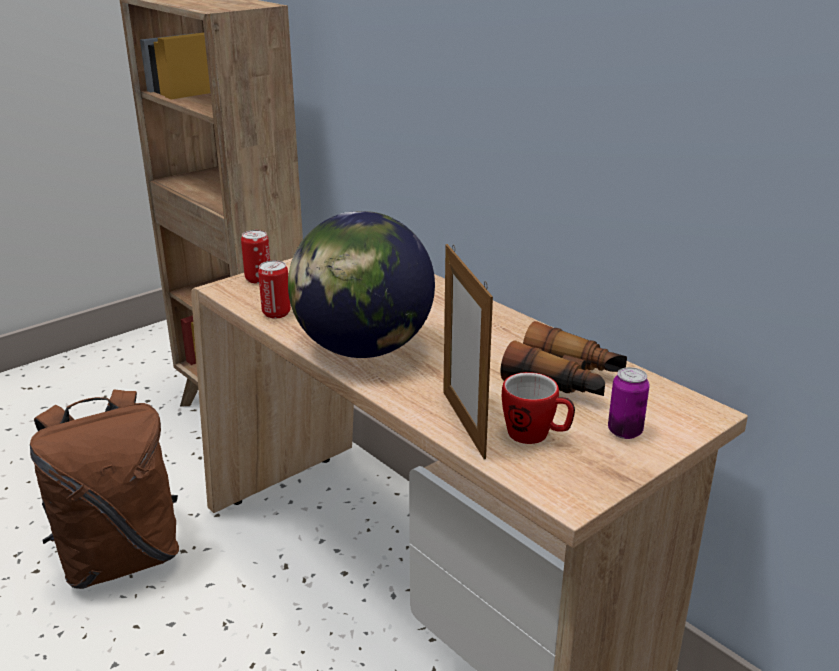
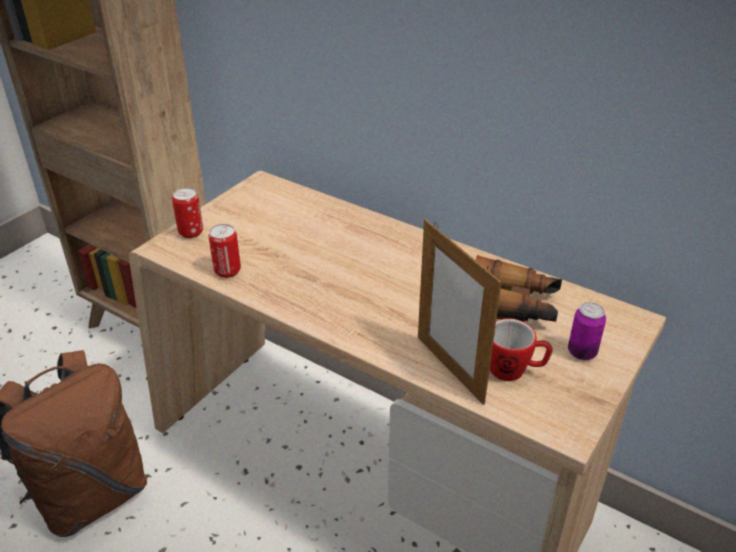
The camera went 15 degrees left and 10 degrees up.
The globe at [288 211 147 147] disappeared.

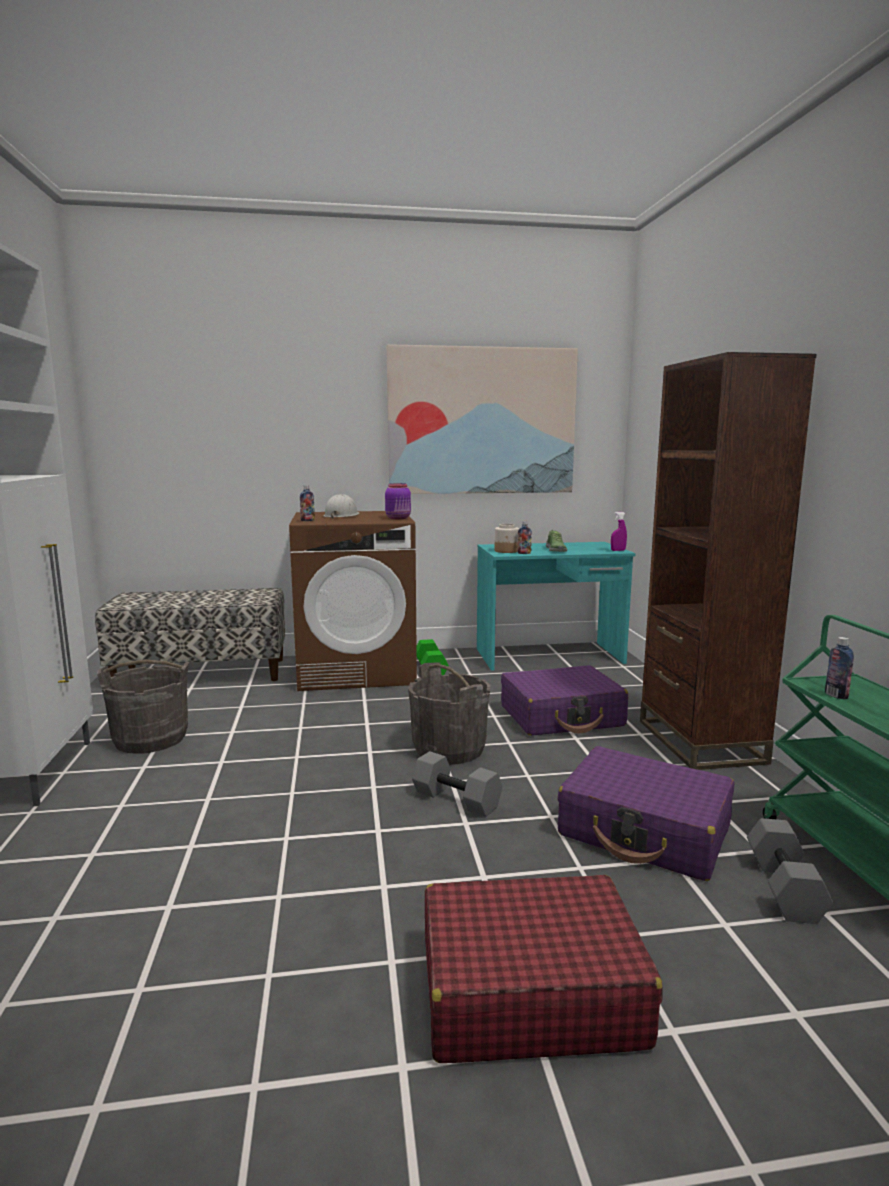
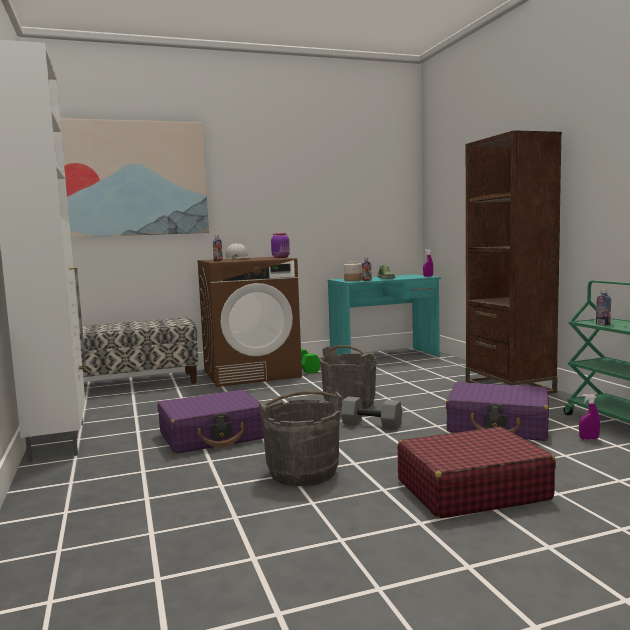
The camera went 10 degrees left and 5 degrees down.
The water bucket (greyish) moved from [97 660 92 94] to [259 391 84 95].
The wall picture moved from [387 344 191 150] to [60 118 149 119].
The suitcase (purple) moved from [501 665 127 71] to [157 390 107 64].
The hand weight (greyish) at [747 818 86 106] was replaced by the spray bottle (purple) at [579 394 21 46].

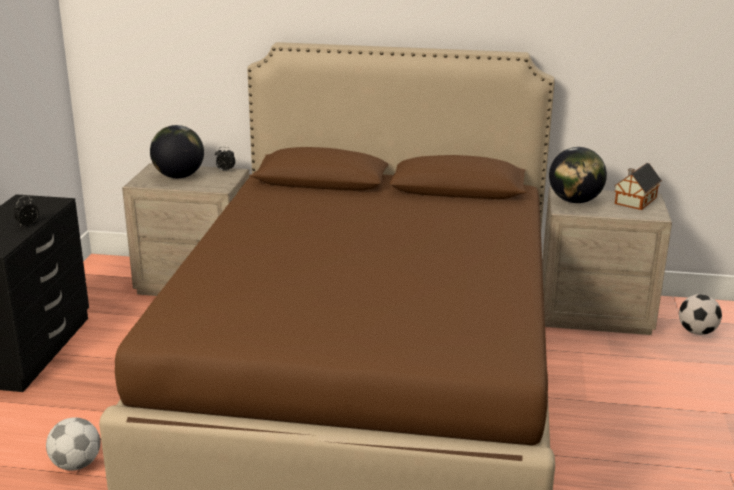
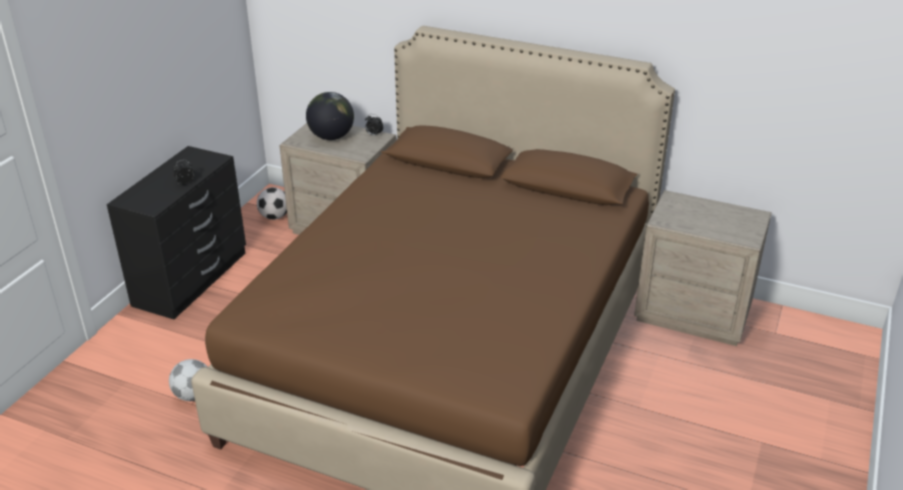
The camera went 15 degrees right and 10 degrees up.
The globe at [549 147 58 56] disappeared.
The miniature house at [615 163 47 47] disappeared.
The football moved from [679 294 43 41] to [257 187 30 33].

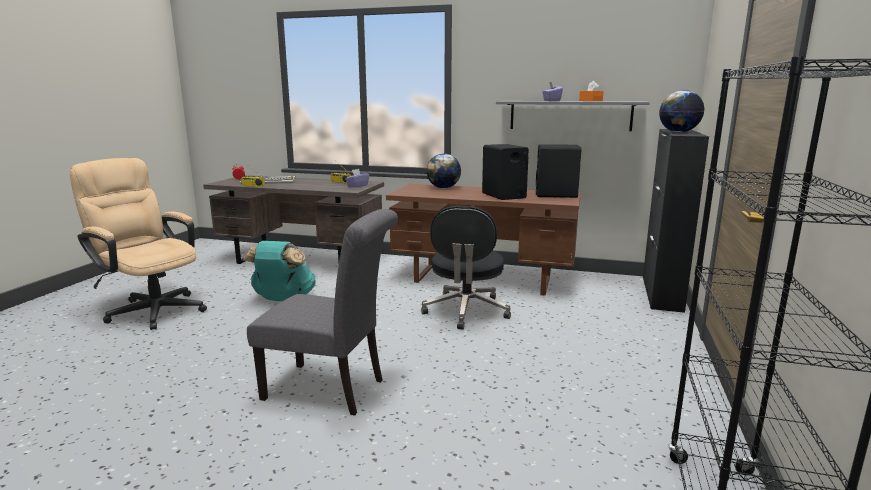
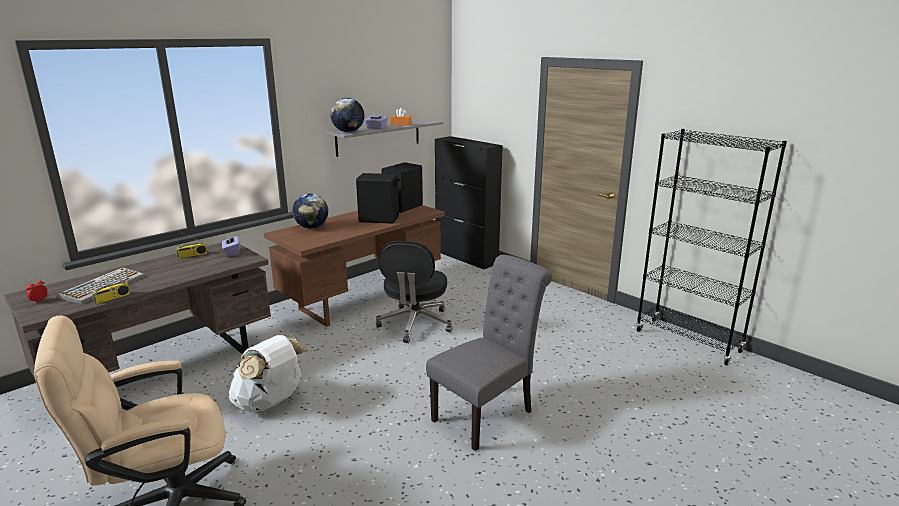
The camera went 60 degrees left and 5 degrees up.
The knapsack (turquoise-coloured) at [243 241 73 60] became the knapsack (whitish) at [229 335 78 76].
The desk chair (black) at [421 206 90 124] turned 60 degrees clockwise.
The globe moved from [659 90 46 42] to [330 98 35 34].

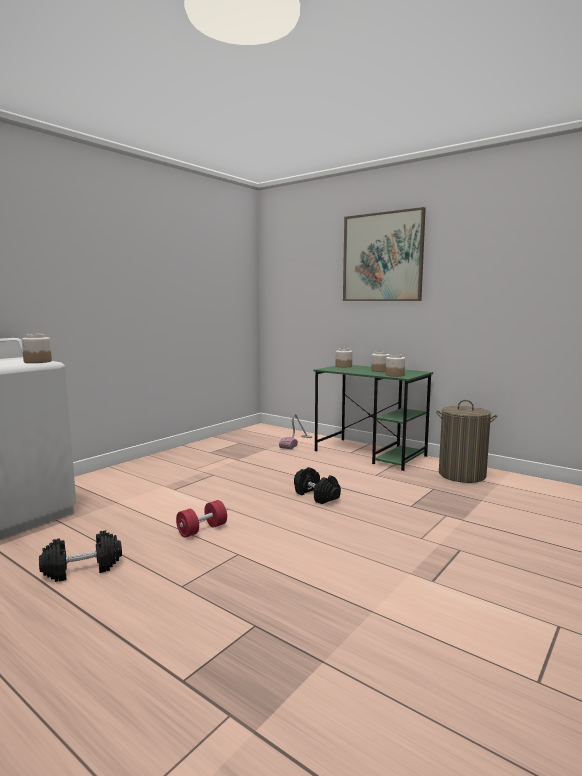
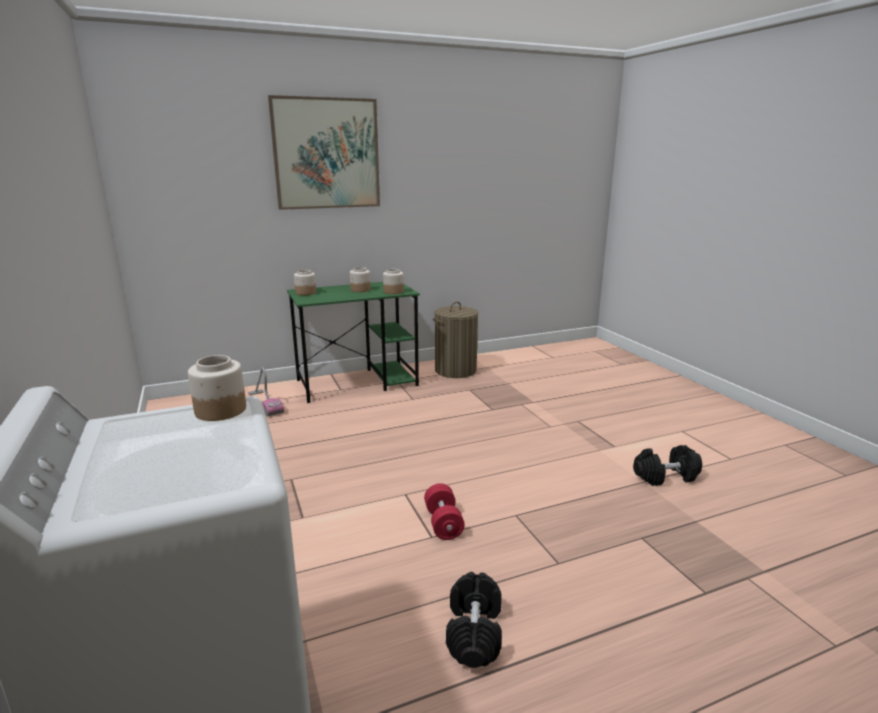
The camera went 60 degrees left and 10 degrees up.
The hand weight (black) moved from [294 467 47 37] to [633 445 69 41].

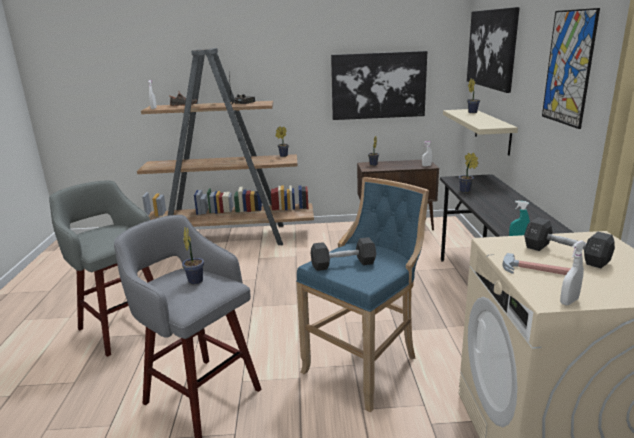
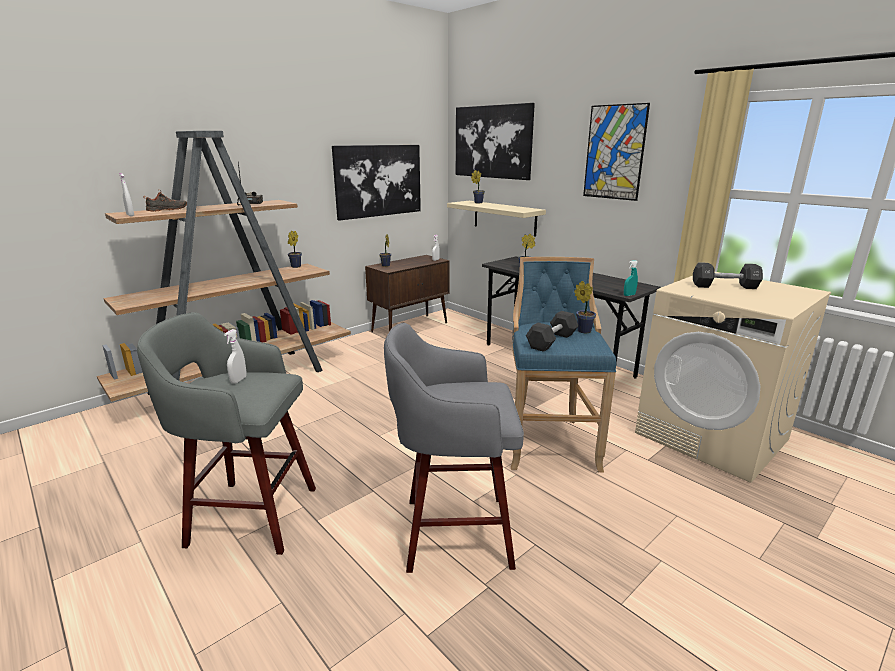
The camera went 40 degrees left and 0 degrees up.
The houseplant moved from [182 227 22 58] to [574 281 22 52].
The hand hammer at [503 253 68 22] disappeared.
The spray bottle (whitish) moved from [560 240 25 65] to [224 329 22 55].

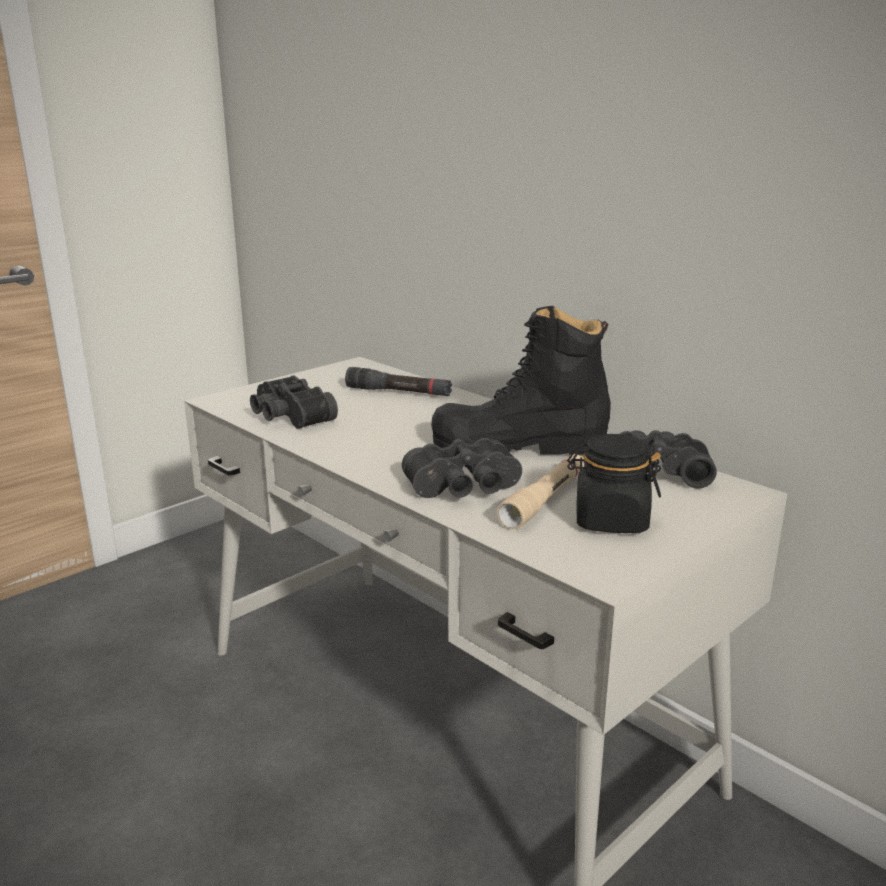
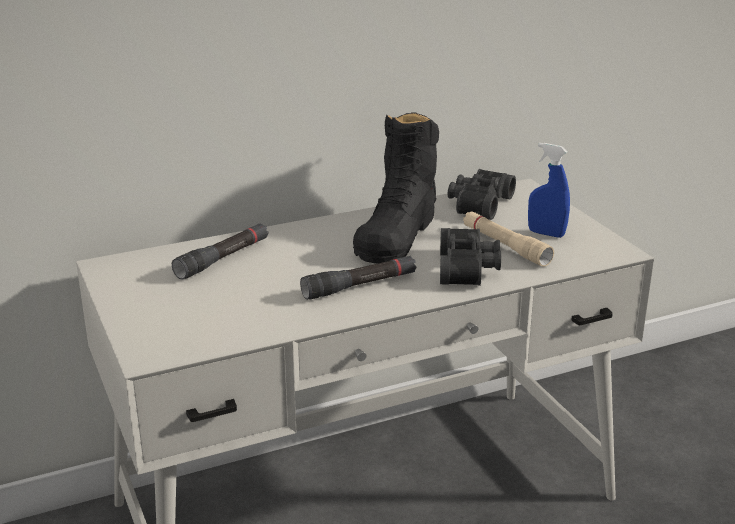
The camera went 70 degrees left and 5 degrees up.
The binoculars (black) at [250 375 88 54] disappeared.
The storage jar (black) at [567 434 94 99] was replaced by the spray bottle (blue) at [528 143 42 95].
The torch (black) at [300 256 117 44] appeared.

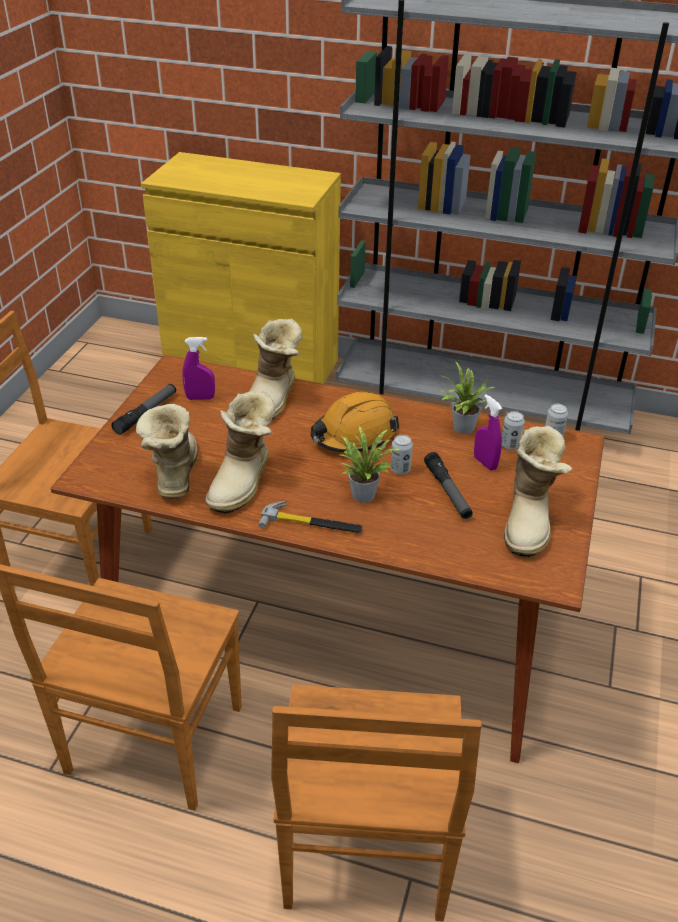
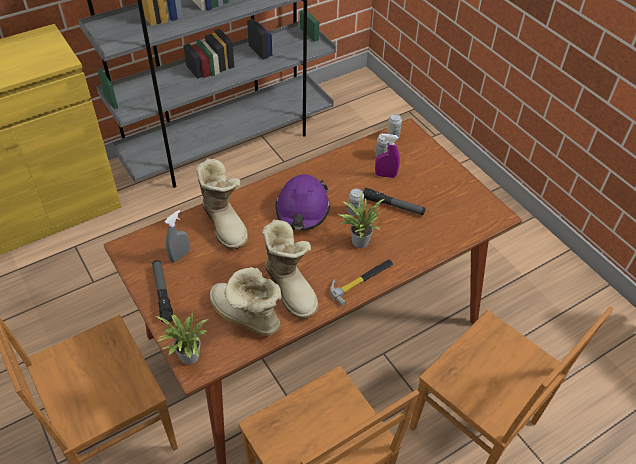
The camera went 50 degrees left and 10 degrees up.
The spray bottle (purple) at [182 337 33 63] became the spray bottle (greyish) at [165 210 24 52].
The hard hat (orange-coloured) at [311 392 88 61] became the hard hat (purple) at [275 174 55 57].
The houseplant moved from [438 361 58 73] to [156 311 52 54].
The tall boot at [504 426 69 131] disappeared.

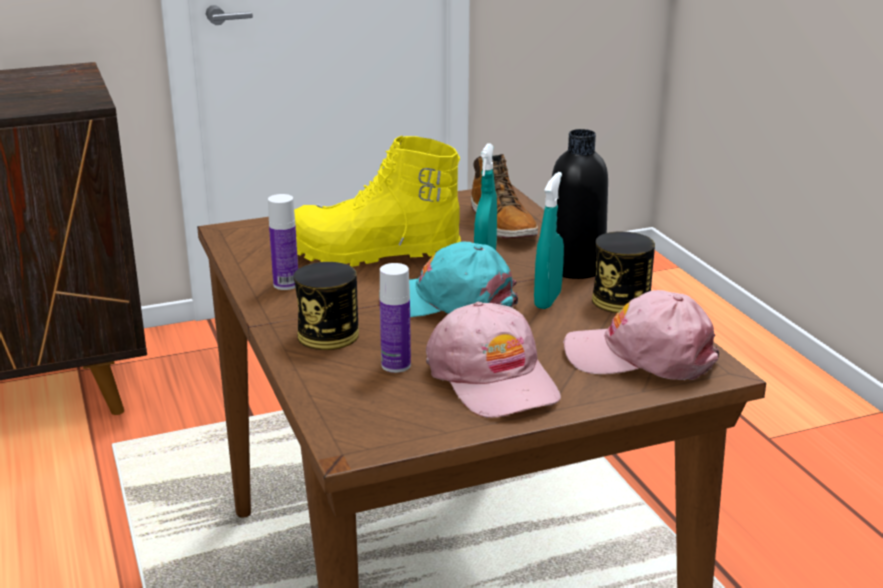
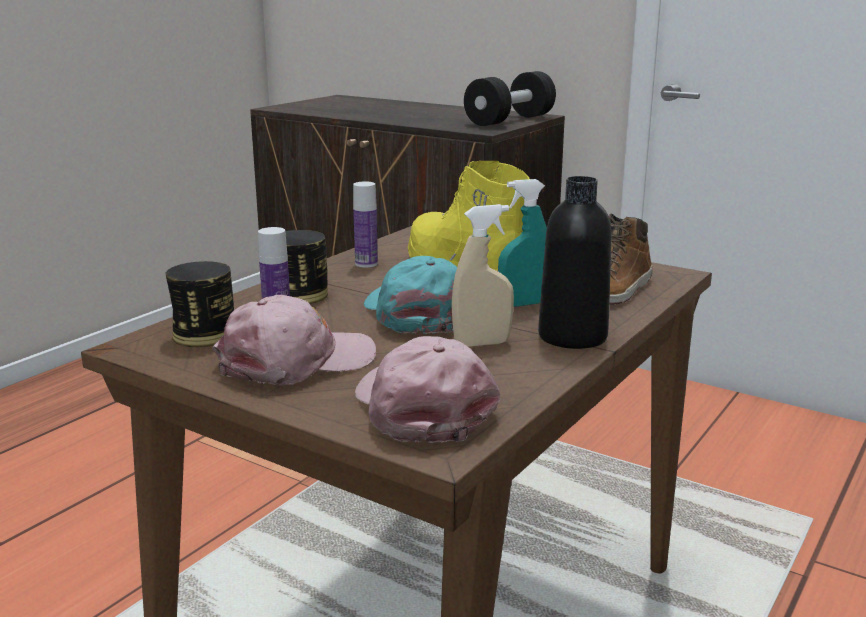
The camera went 55 degrees right and 5 degrees down.
The cap (pink-coloured) at [426 301 135 117] turned 150 degrees counterclockwise.
The spray bottle (turquoise-coloured) at [534 172 30 137] became the spray bottle (beige) at [451 204 63 143].
The metal can moved from [592 231 63 82] to [166 261 68 86].
The hand weight (black) at [464 71 92 55] appeared.

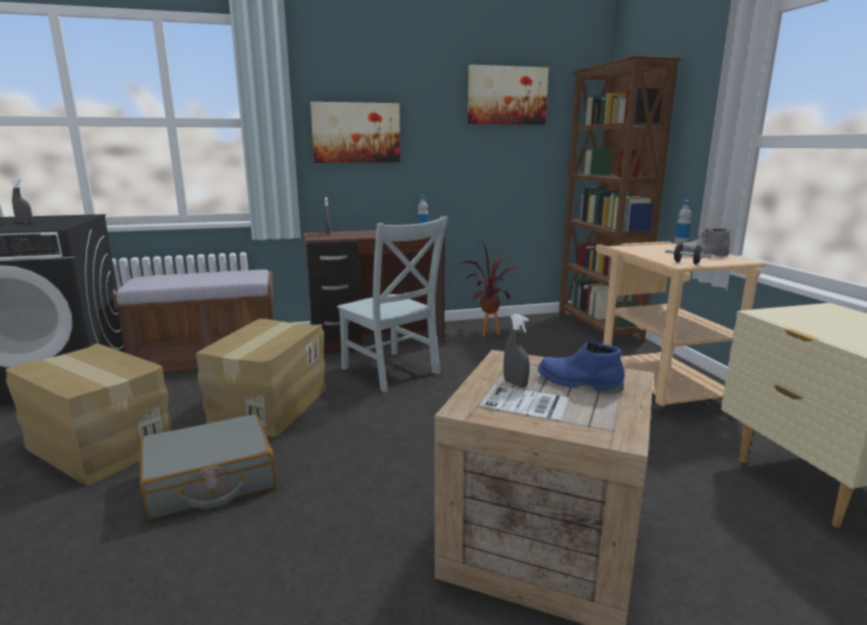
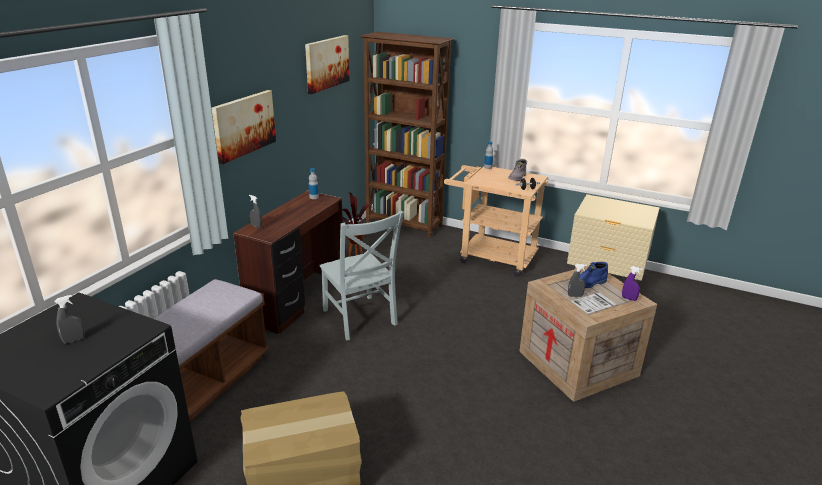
The camera went 50 degrees left and 10 degrees up.
The suitcase (greyish) at [140 414 137 106] disappeared.
The carton at [196 319 130 118] disappeared.
The upright chair (greyish) at [337 216 111 177] turned 60 degrees clockwise.
The spray bottle (purple) at [622 266 20 35] appeared.

